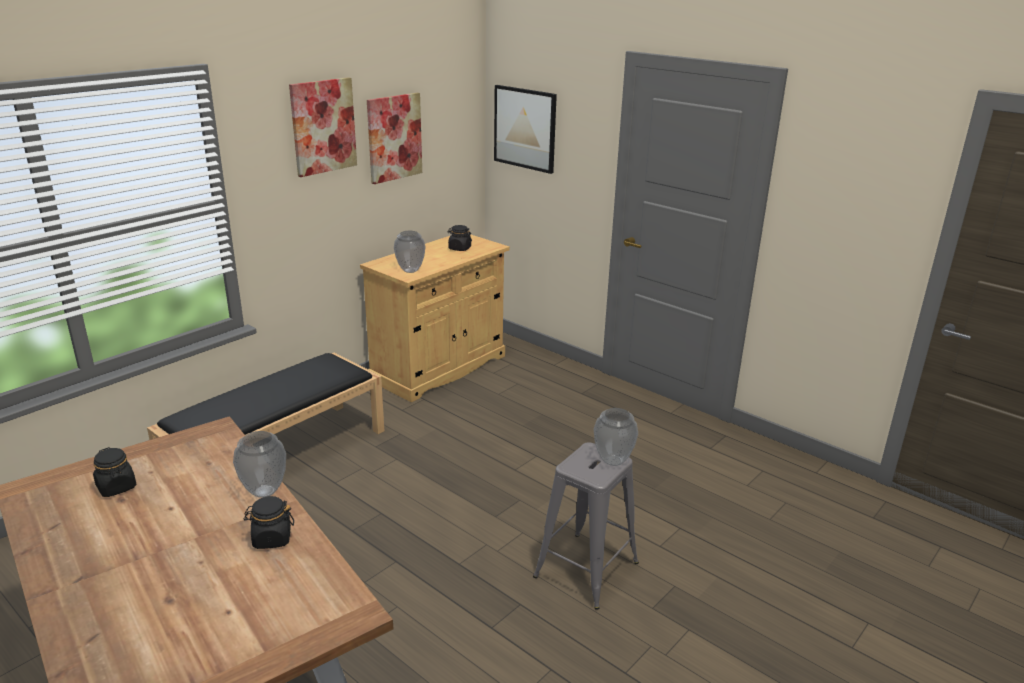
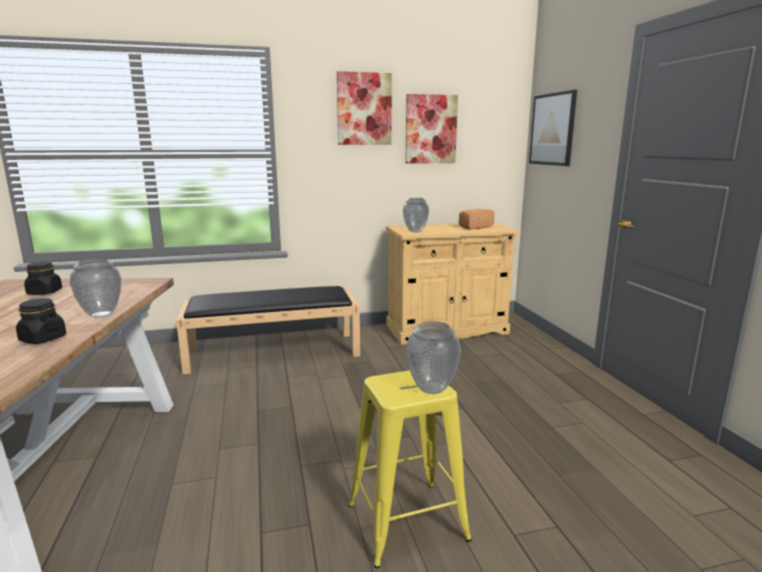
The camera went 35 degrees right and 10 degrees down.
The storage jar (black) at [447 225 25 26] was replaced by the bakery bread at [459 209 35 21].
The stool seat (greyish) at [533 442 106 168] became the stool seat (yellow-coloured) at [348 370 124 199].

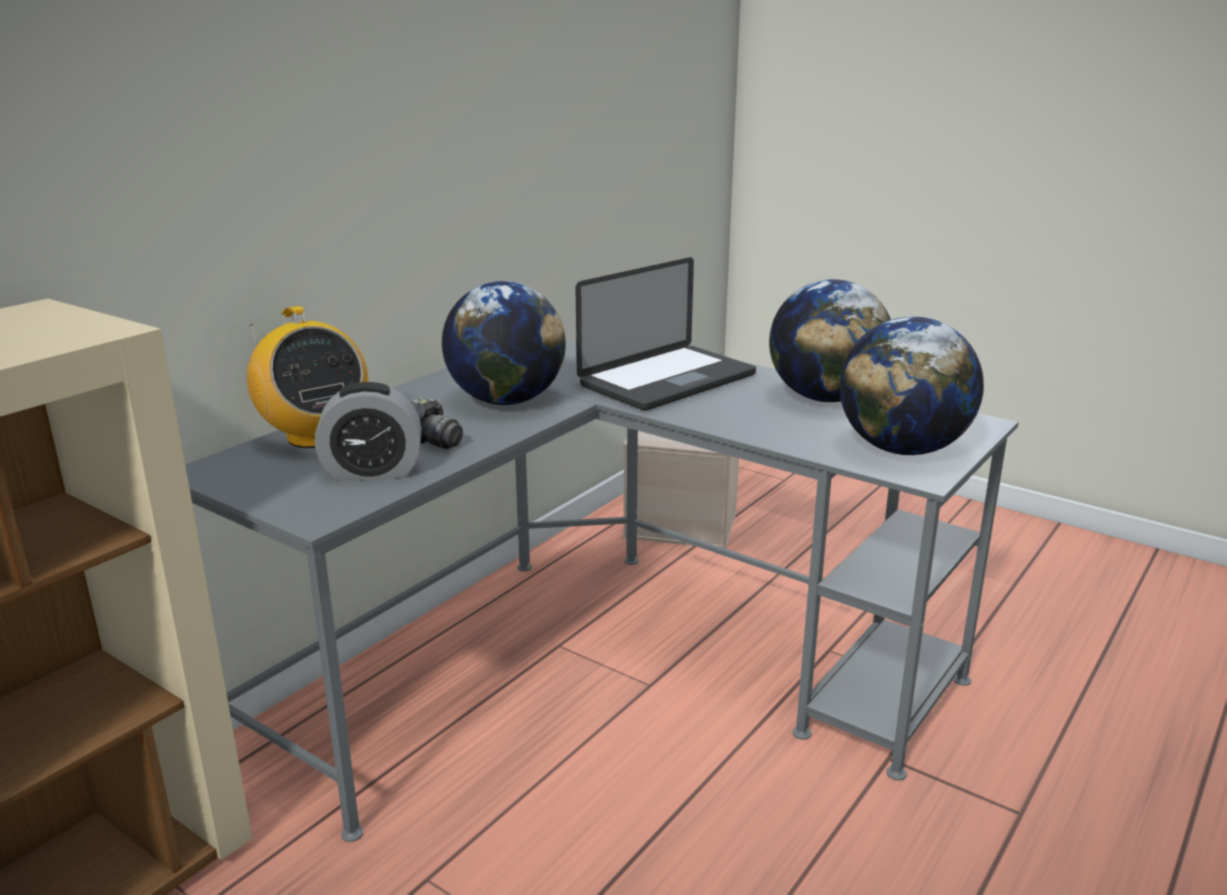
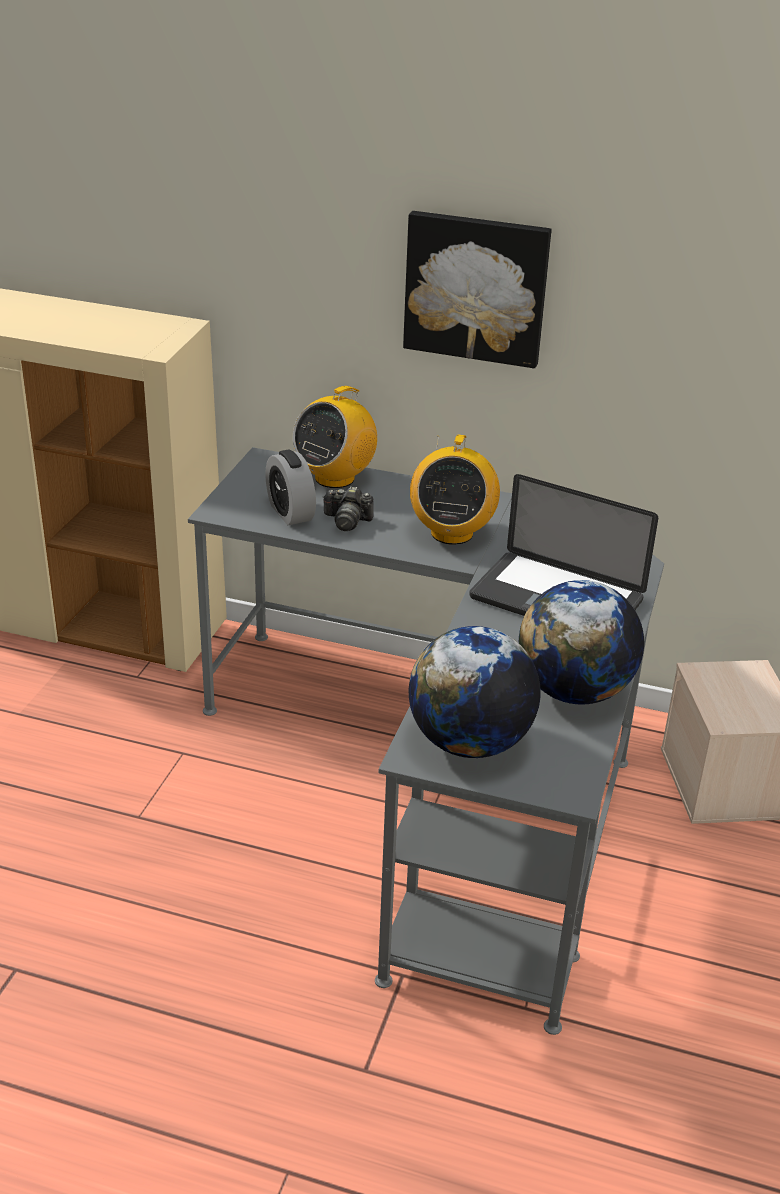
The camera went 70 degrees right and 10 degrees up.
The globe at [442 281 124 124] was replaced by the radio at [410 434 90 111].
The wall picture at [403 211 148 157] appeared.

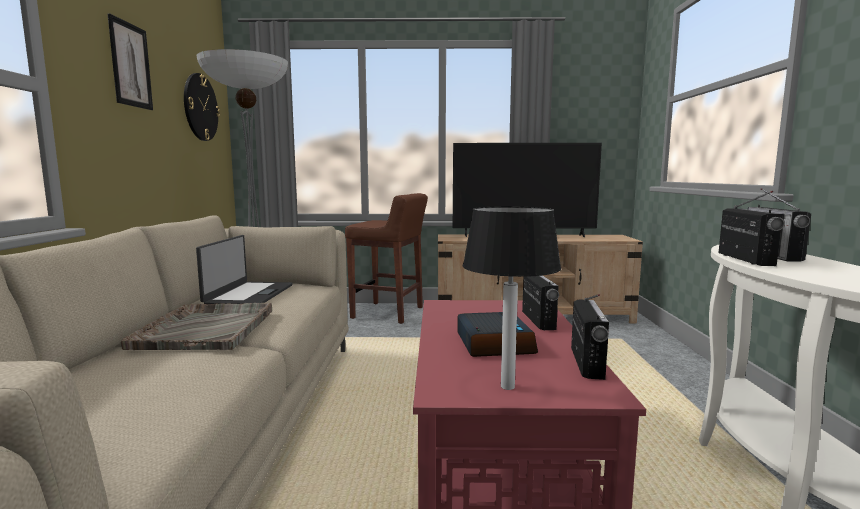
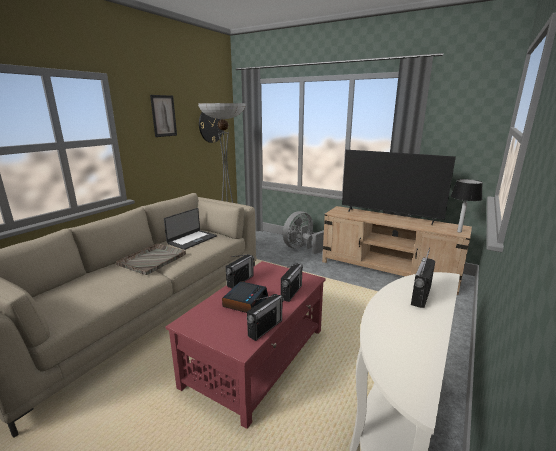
The camera went 30 degrees right and 10 degrees up.
The stool seat (brown-coloured) at [345 193 83 131] was replaced by the electric fan (greyish) at [283 211 41 43].
The lamp for a table moved from [463 206 98 184] to [451 179 32 54].
The radio moved from [718 191 67 75] to [226 254 28 34].

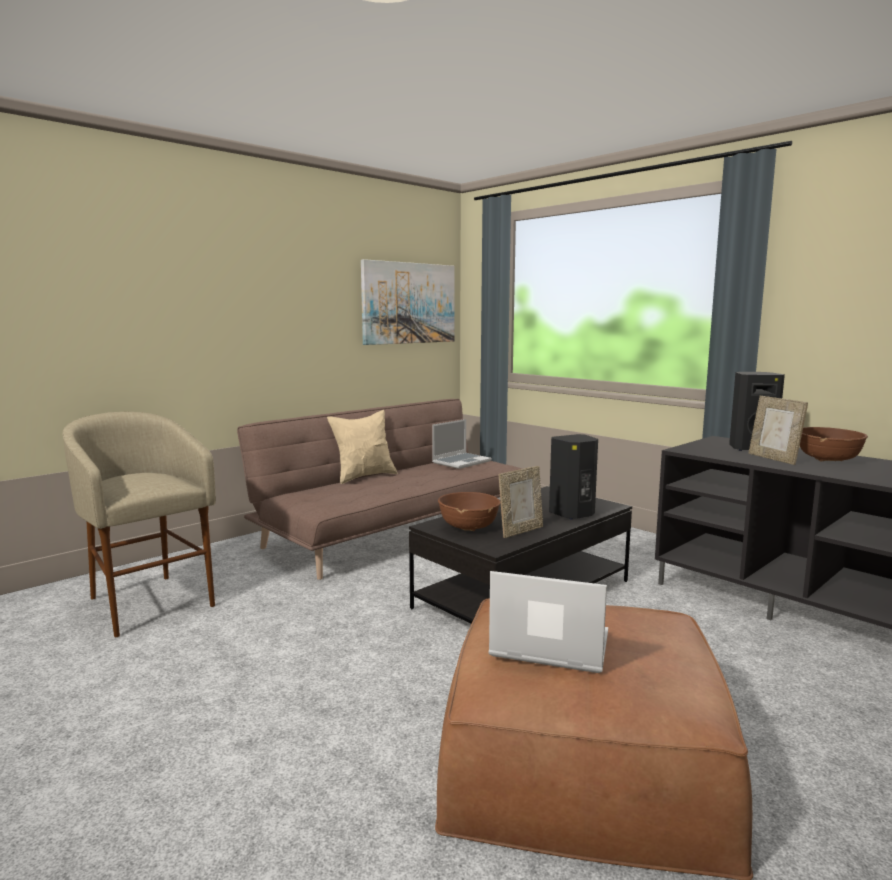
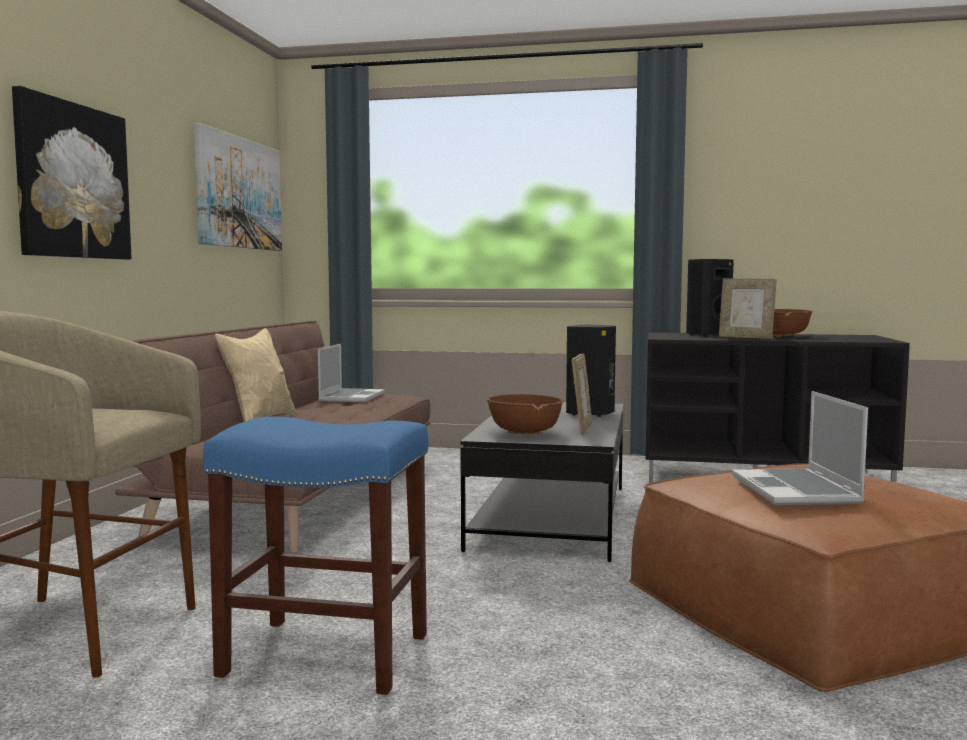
The camera went 35 degrees left and 5 degrees down.
The portable computer at [489 571 119 102] turned 75 degrees counterclockwise.
The wall picture at [12 86 119 174] appeared.
The stool seat (blue) at [203 416 225 279] appeared.

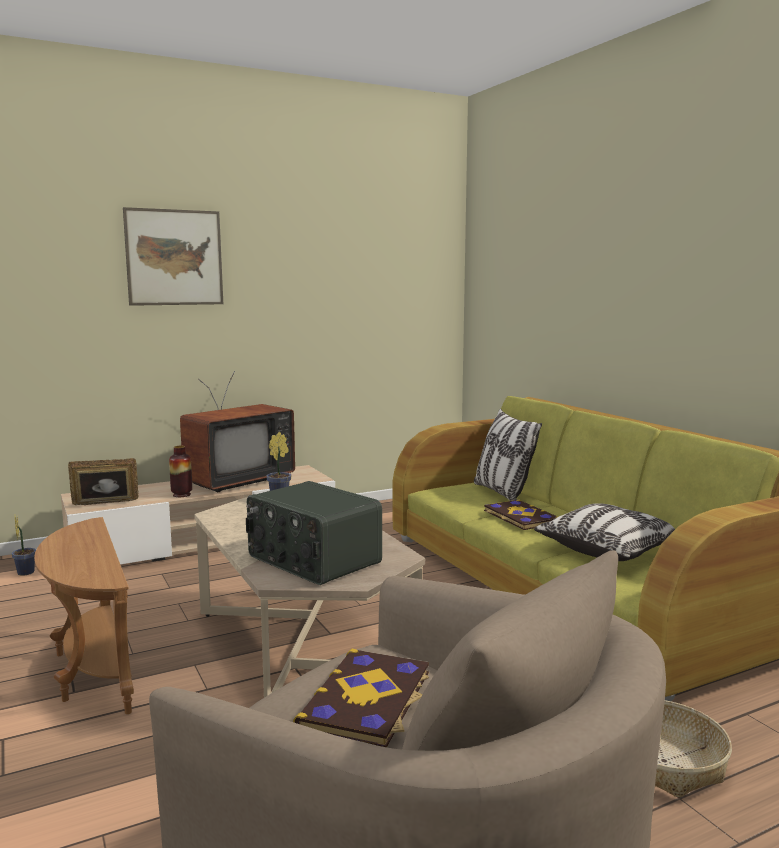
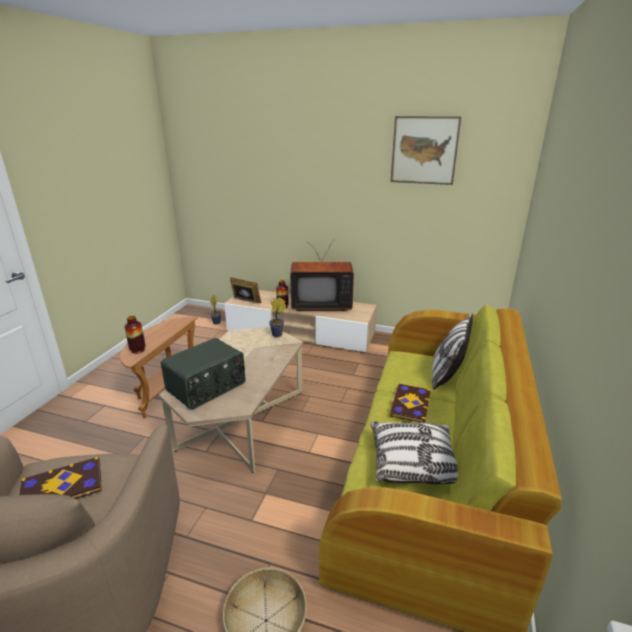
The camera went 45 degrees right and 15 degrees up.
The wall picture moved from [123 207 100 99] to [390 116 71 69].
The radio at [246 481 136 104] turned 135 degrees counterclockwise.
The vase at [125 316 21 38] appeared.

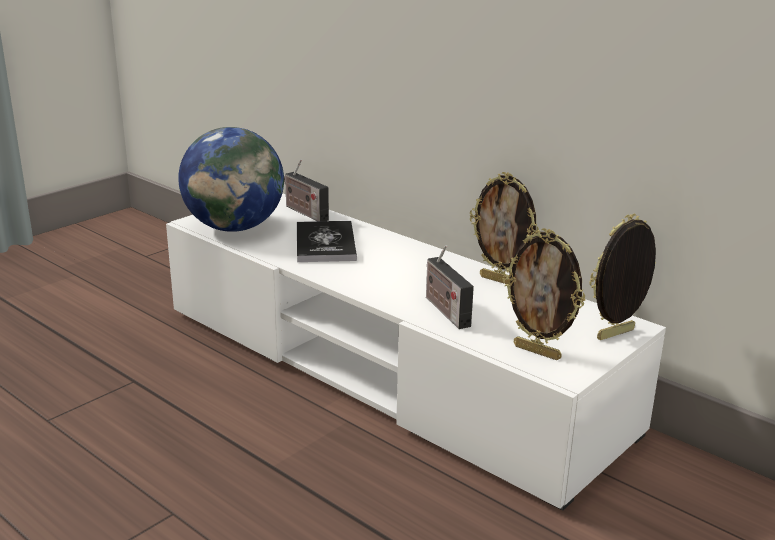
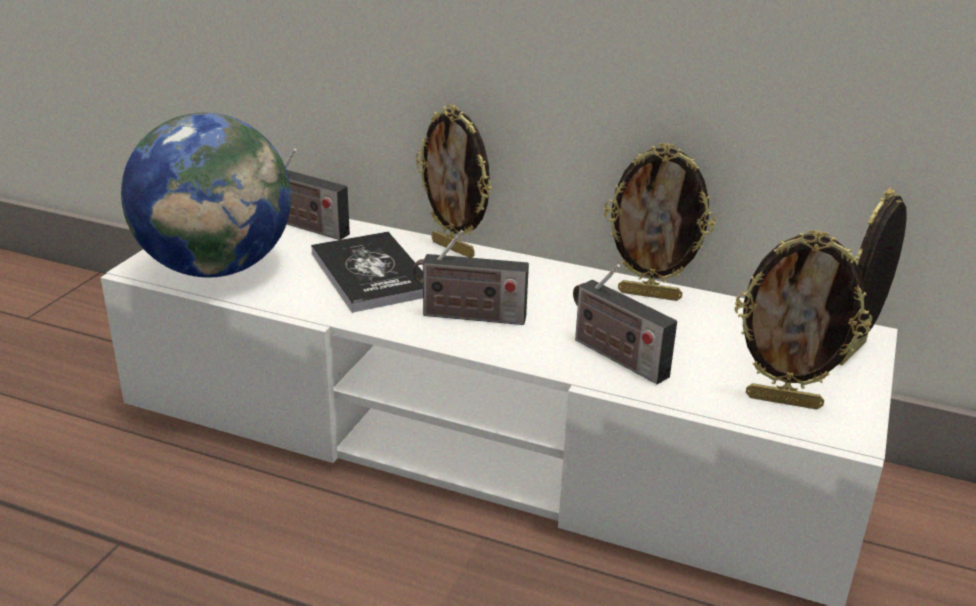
The camera went 20 degrees left and 5 degrees up.
The radio at [413 230 116 95] appeared.
The standing frame at [416 104 76 154] appeared.

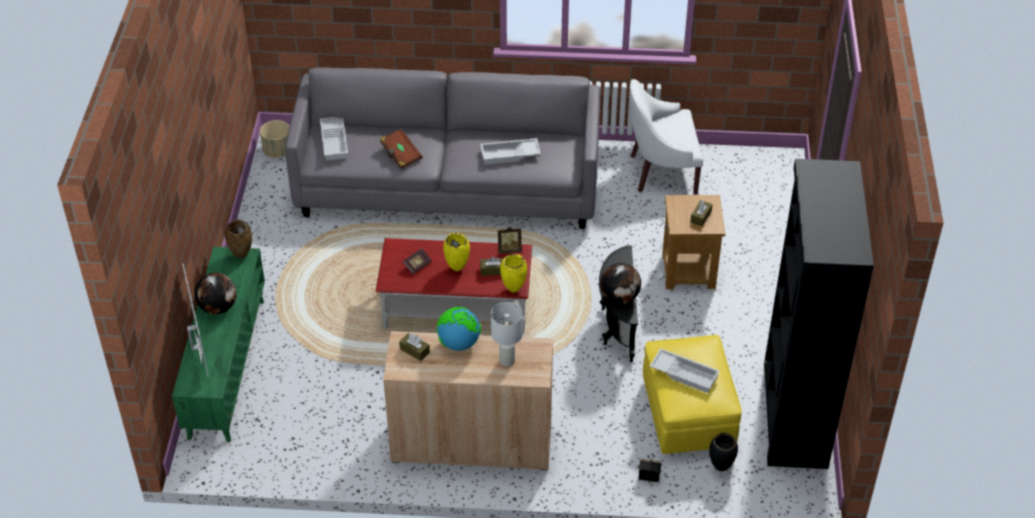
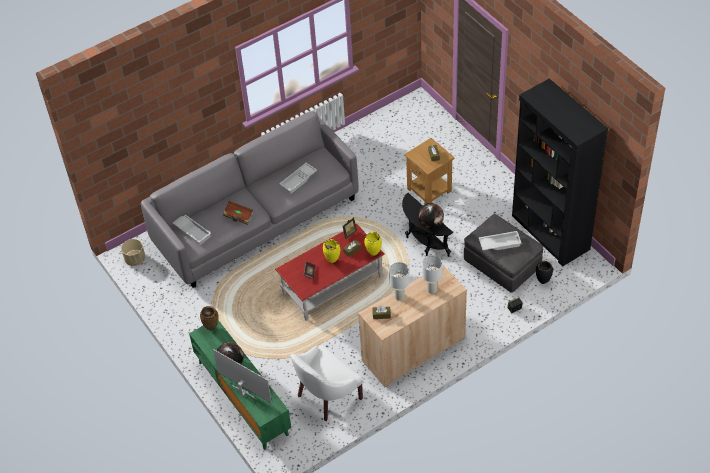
The camera went 35 degrees left and 5 degrees up.
The globe at [436 307 45 44] was replaced by the lamp for a table (whitish) at [389 262 20 39].
The lounge chair (whitish) moved from [629 79 74 116] to [291 345 72 76].
The footrest (yellow-coloured) at [643 335 99 119] became the footrest (greyish) at [464 214 79 79].

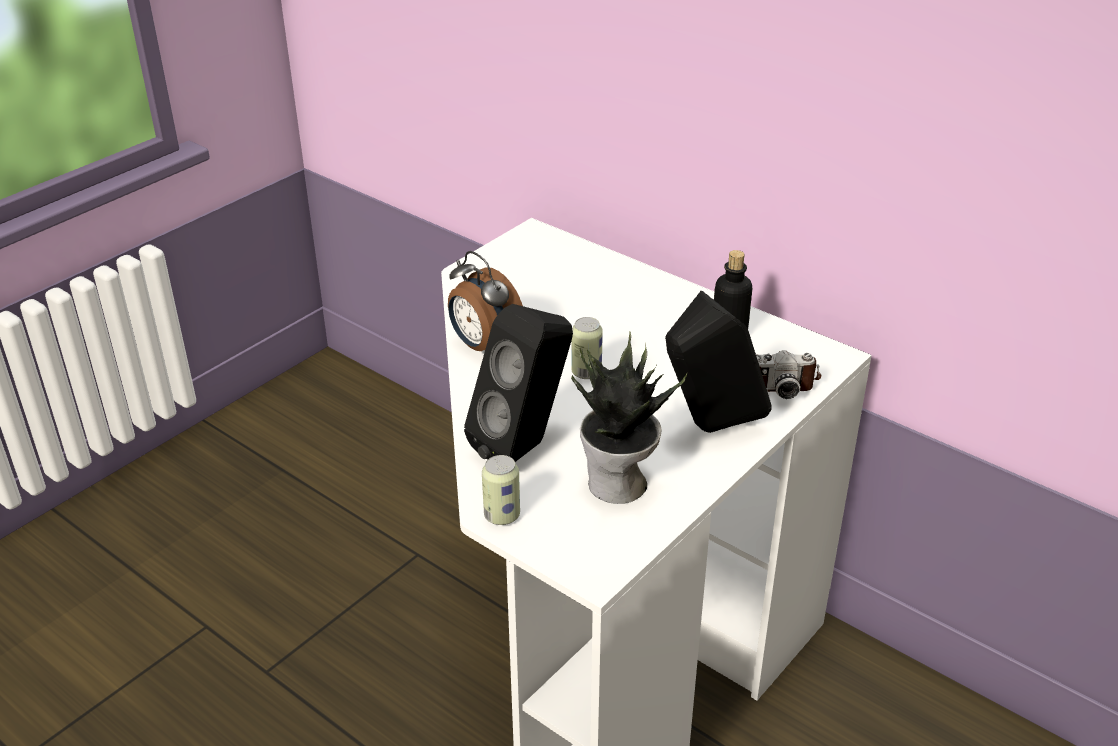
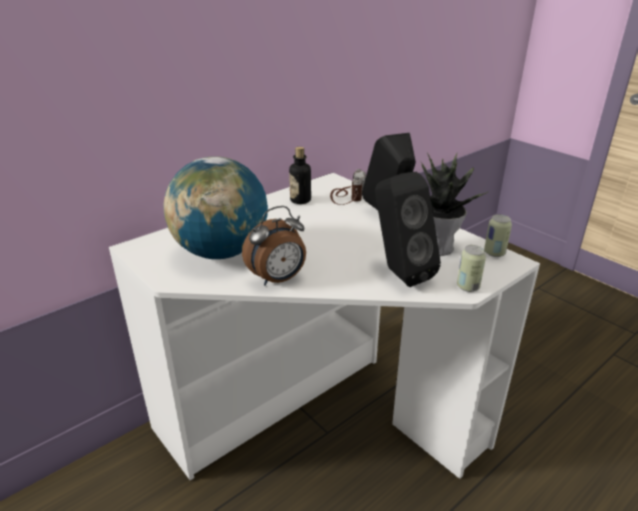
The camera went 80 degrees left and 5 degrees down.
The metal can moved from [571 317 32 62] to [484 214 28 43].
The globe at [163 156 105 103] appeared.

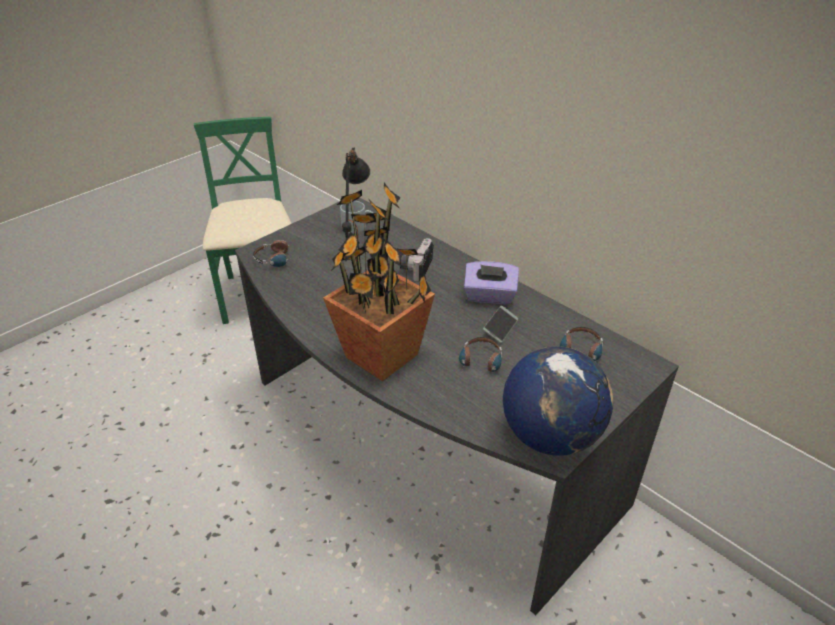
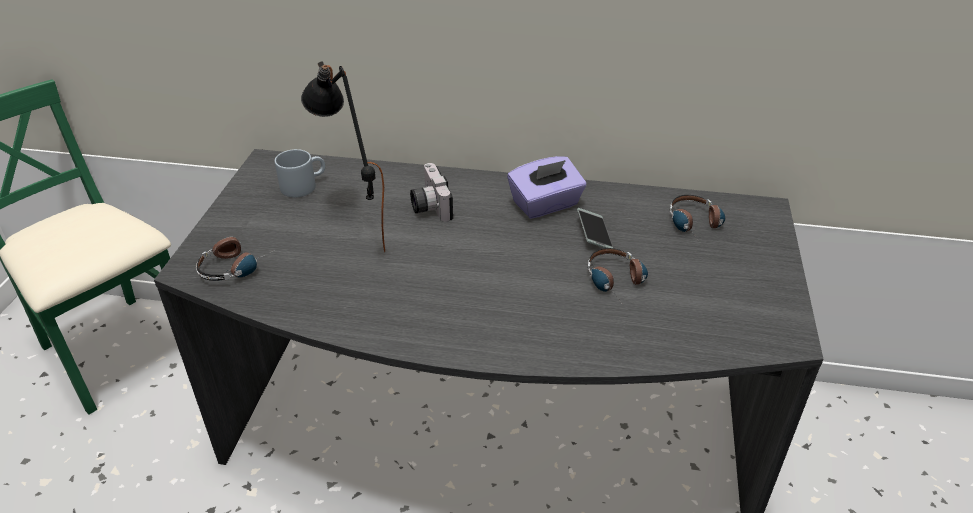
The camera went 35 degrees left and 0 degrees up.
The houseplant at [323 183 112 198] disappeared.
The globe at [503 346 110 110] disappeared.

